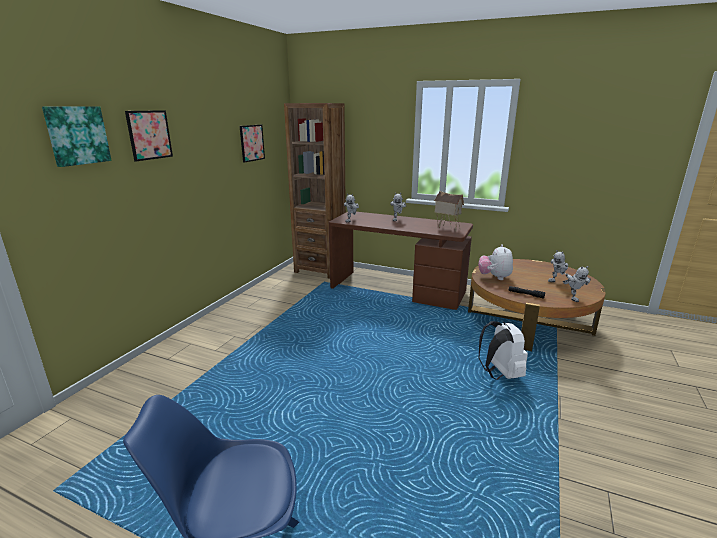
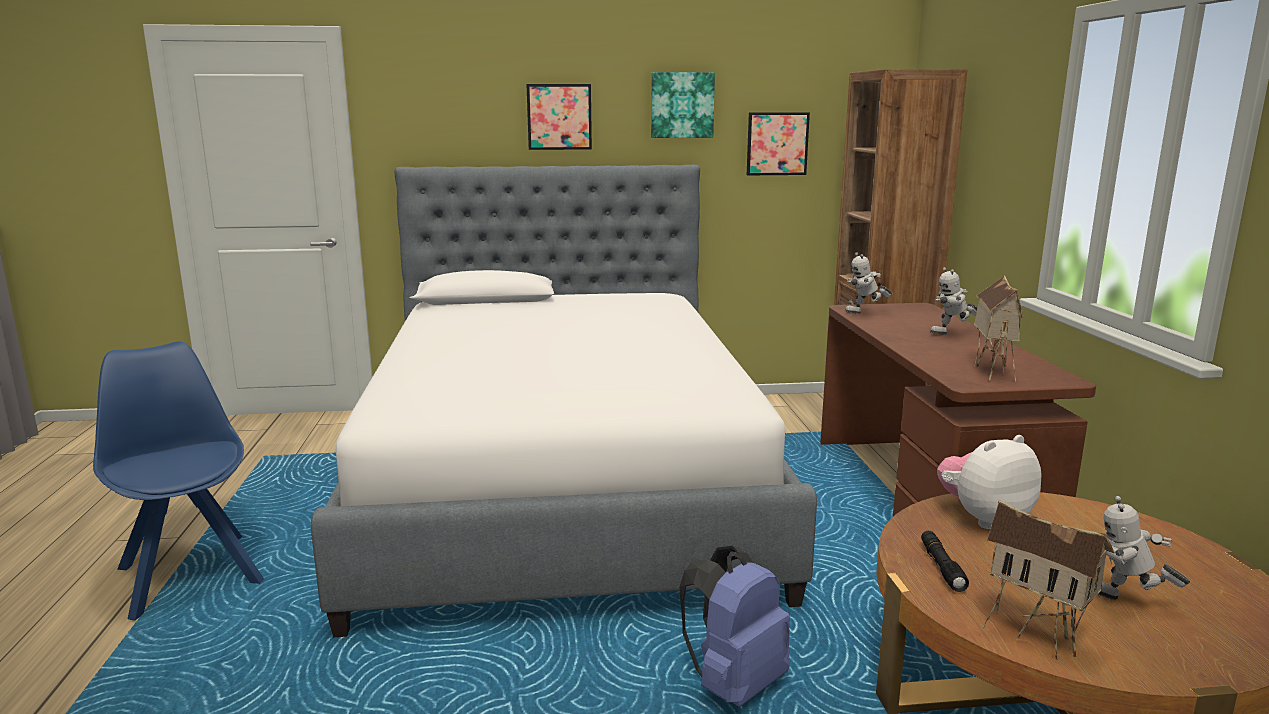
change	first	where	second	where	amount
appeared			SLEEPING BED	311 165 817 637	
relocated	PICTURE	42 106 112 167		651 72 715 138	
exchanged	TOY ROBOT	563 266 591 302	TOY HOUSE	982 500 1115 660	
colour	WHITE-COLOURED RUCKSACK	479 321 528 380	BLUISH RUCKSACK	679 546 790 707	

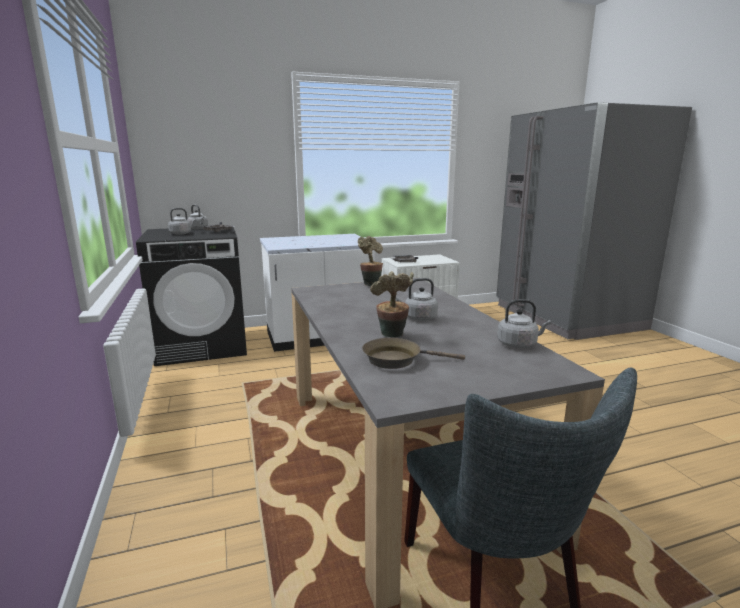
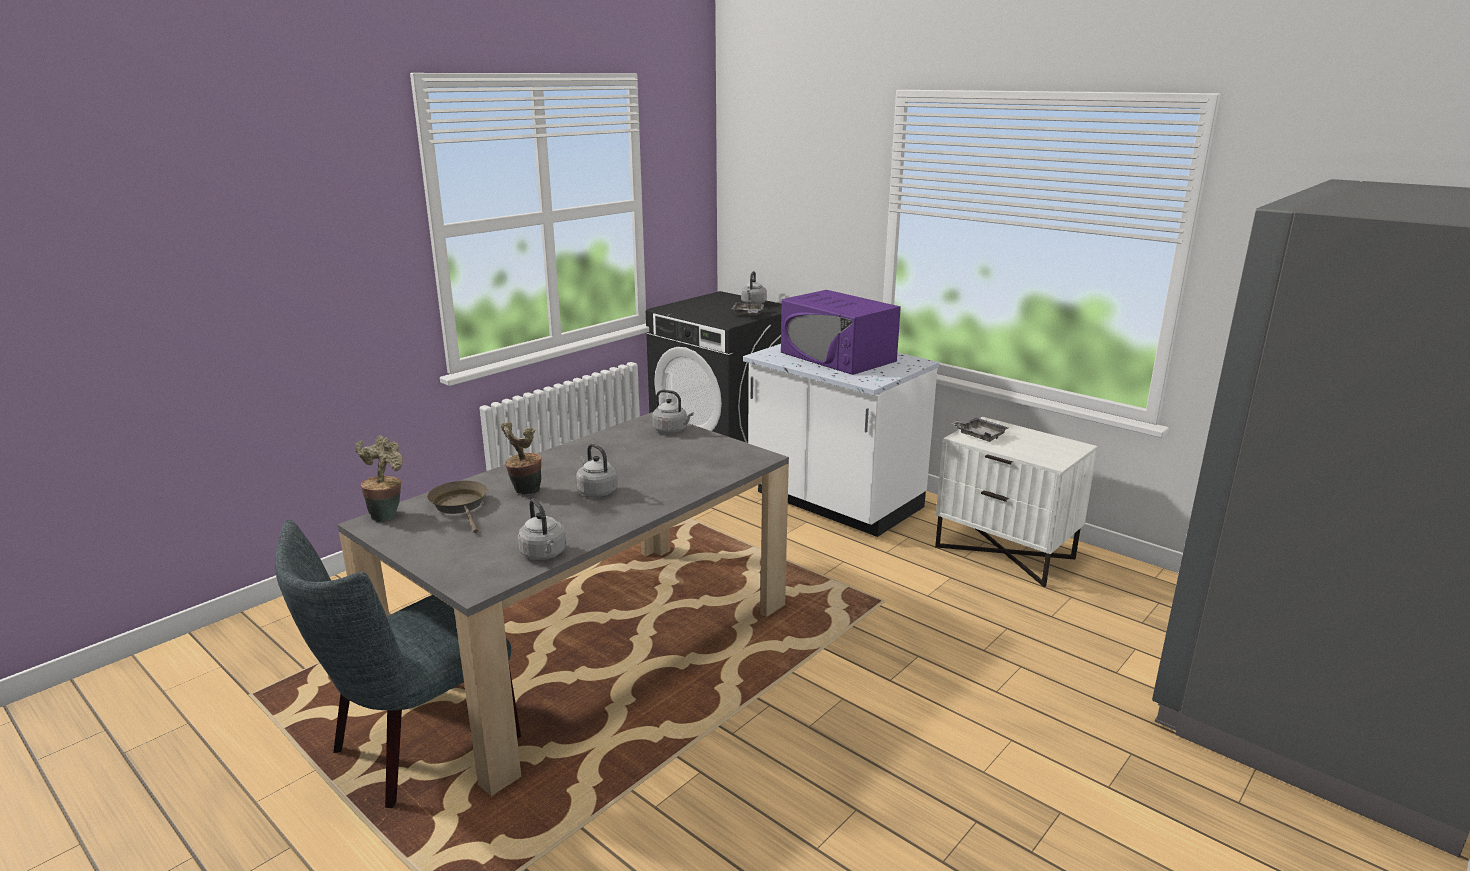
change	first	where	second	where	amount
appeared			PURPLE-COLOURED MICROWAVE	781 290 901 375	
relocated	GREYISH TEA KETTLE	168 208 196 235		652 390 694 433	
relocated	POTTED PLANT	358 236 383 287		356 435 403 522	

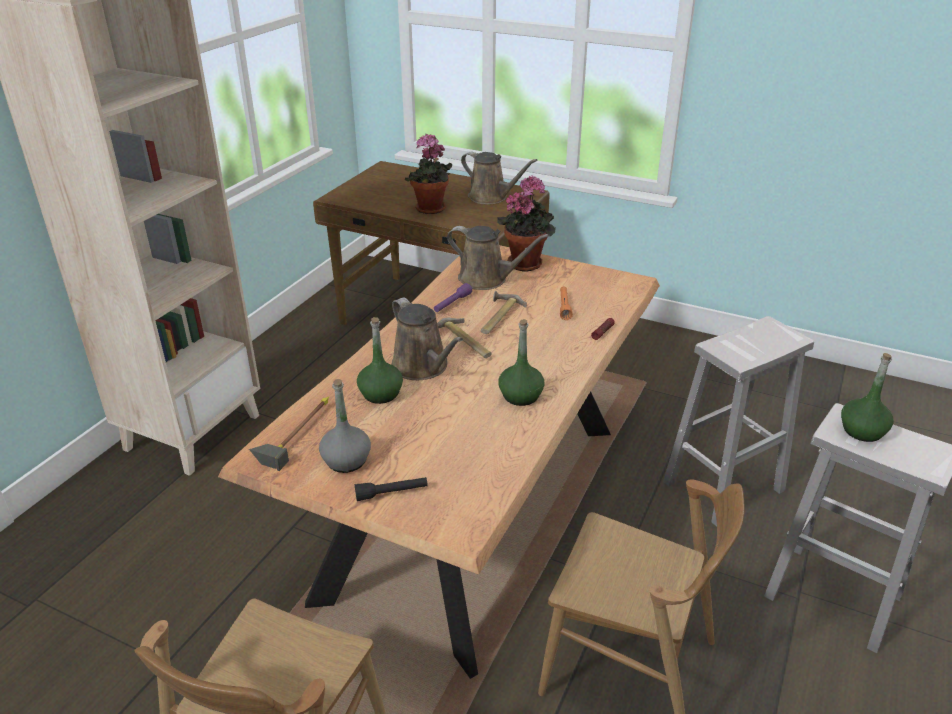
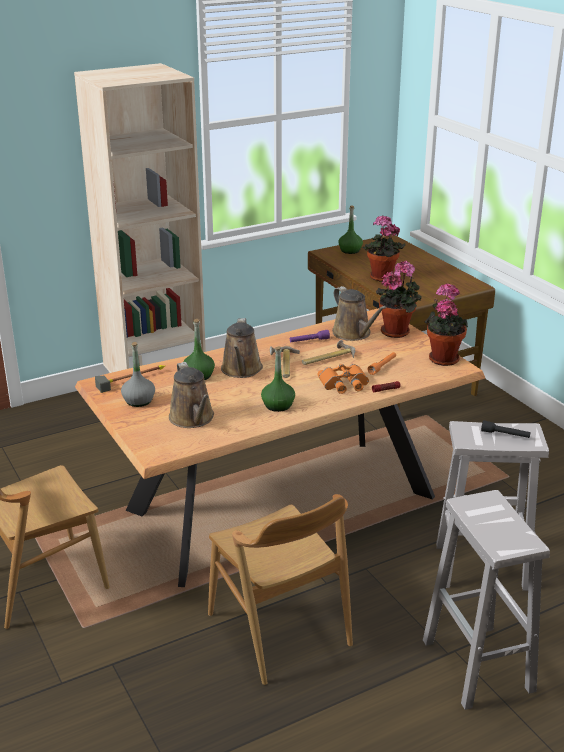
change	first	where	second	where	amount
appeared			ORANGEY BINOCULARS	317 364 369 394	
appeared			POTTED PLANT	425 283 468 366	
relocated	BLACK-COLOURED HAND TORCH	355 477 428 501		481 420 531 438	
relocated	BROWN-COLOURED SPRINKLING CAN	461 152 537 205		169 362 214 428	
relocated	GREEN BOTTLE	841 353 893 442		338 205 363 254	

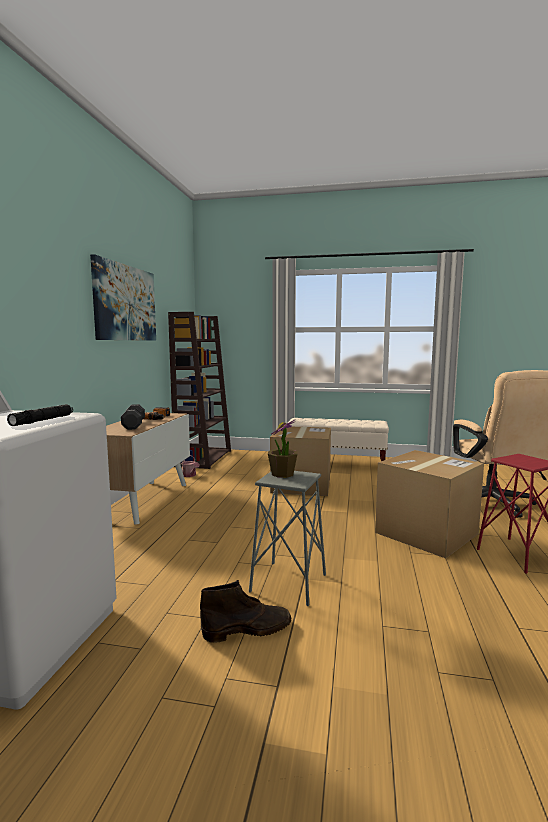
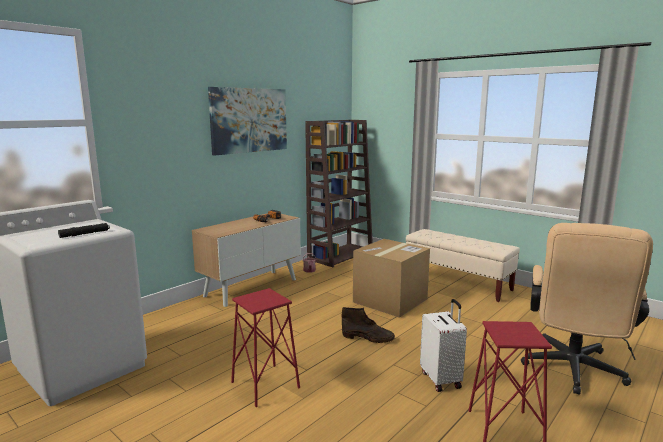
change	first	where	second	where	amount
missing	BLACK-COLOURED DUMBBELL	121 404 145 430			
missing	POTTED PLANT	268 419 298 478			
relocated	BROWN-COLOURED TALL BOOT	200 580 291 643		342 307 395 343	
exchanged	CARDBOARD BOX	375 450 484 558	WHITE-COLOURED SUITCASE	420 299 467 392	
colour	GREYISH STOOL	249 471 326 606	REDDISH STOOL	231 288 300 407	

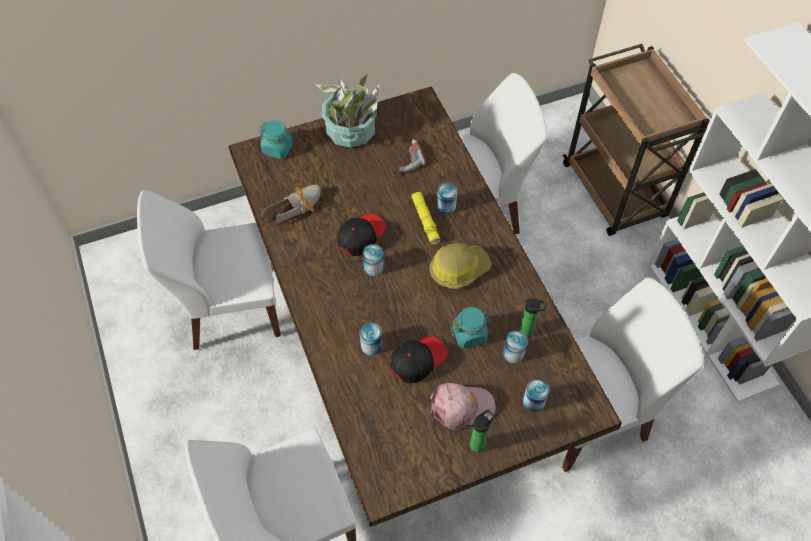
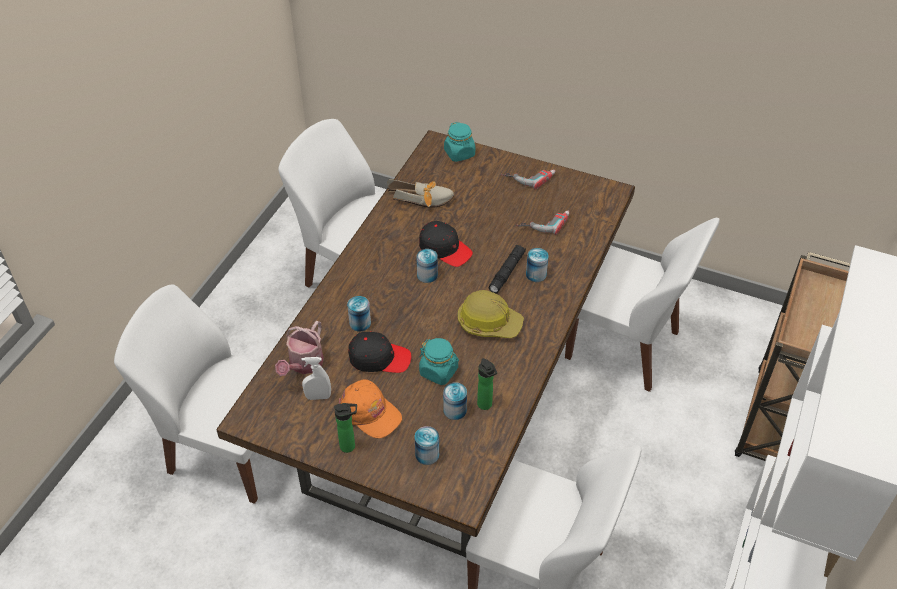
change	first	where	second	where	amount
appeared			SPRINKLING CAN	275 321 324 376	
appeared			WHITE-COLOURED SPRAYER	302 357 331 400	
exchanged	POTTED PLANT	315 75 379 148	DRILL	501 170 555 190	
colour	YELLOWISH HAND TORCH	411 191 440 244	BLACK-COLOURED HAND TORCH	488 245 526 293	
colour	PINKISH BASEBALL CAP	430 383 496 430	ORANGEY BASEBALL CAP	339 379 402 438	
spun	BLACK-COLOURED BASEBALL CAP	337 214 386 256		419 221 473 267	45 degrees clockwise

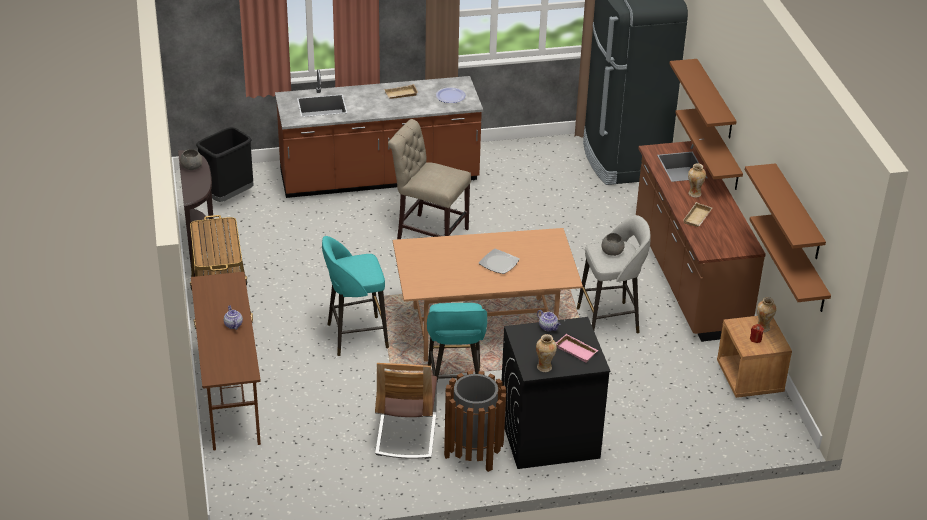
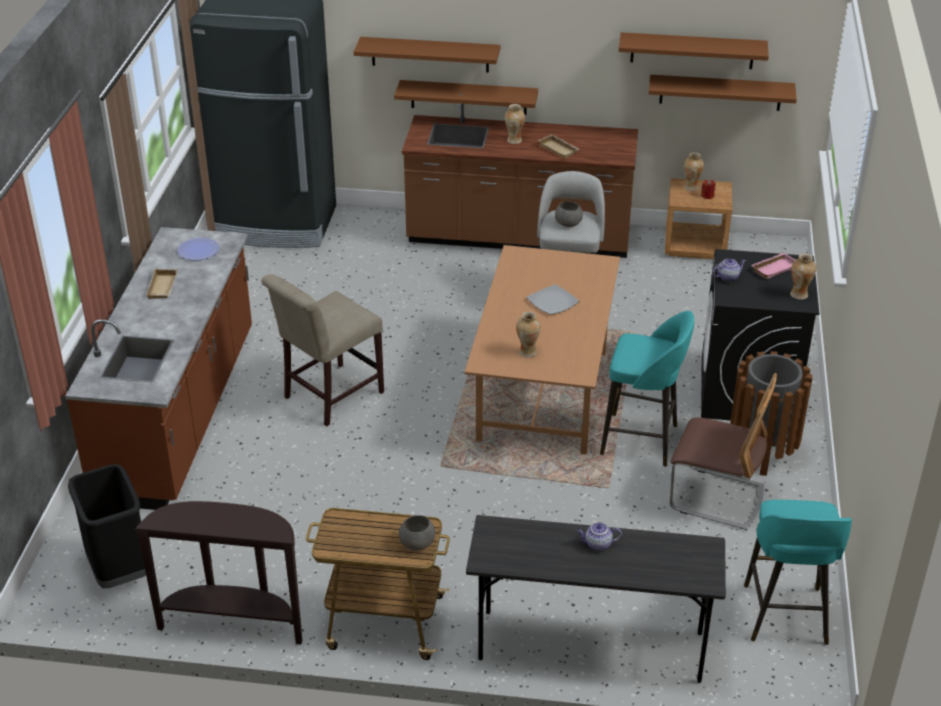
change	first	where	second	where	amount
appeared			DECORATIVE VASE	516 311 541 358	
relocated	GREYISH DEEP DISH	180 149 203 170		399 515 435 551	
relocated	TURQUOISE-COLOURED STOOL	322 236 389 356		744 500 852 645	
colour	BROWN-COLOURED DESK TABLE	191 272 261 451	GREYISH DESK TABLE	466 515 726 683	

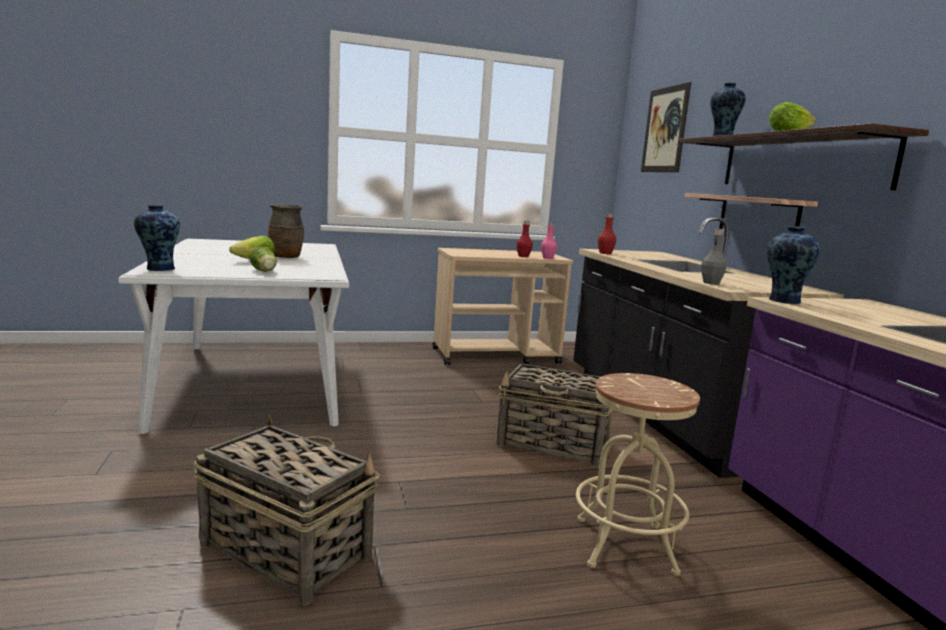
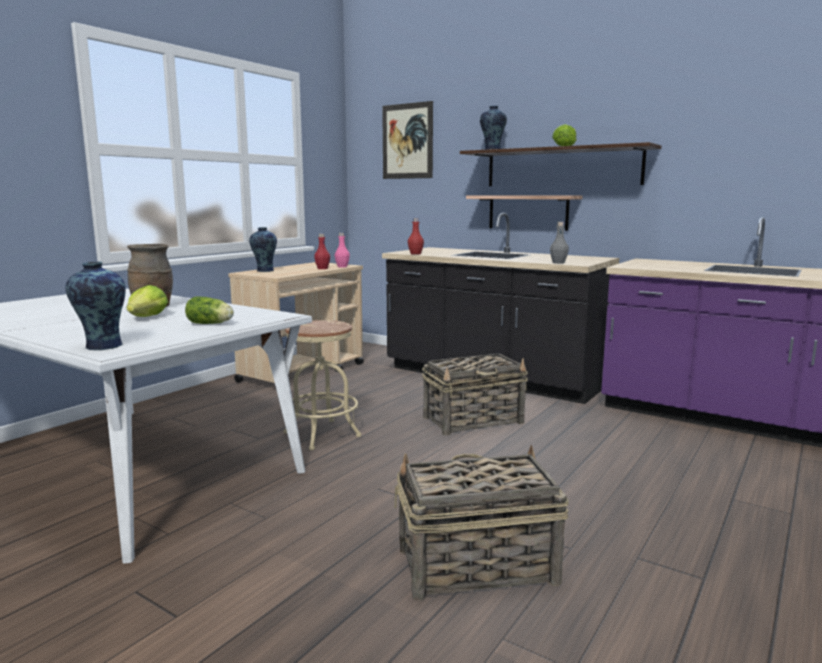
change	first	where	second	where	amount
relocated	SAND-COLOURED STOOL	576 373 700 576		284 320 361 450	
relocated	DECORATIVE VASE	767 226 820 304		249 227 277 272	

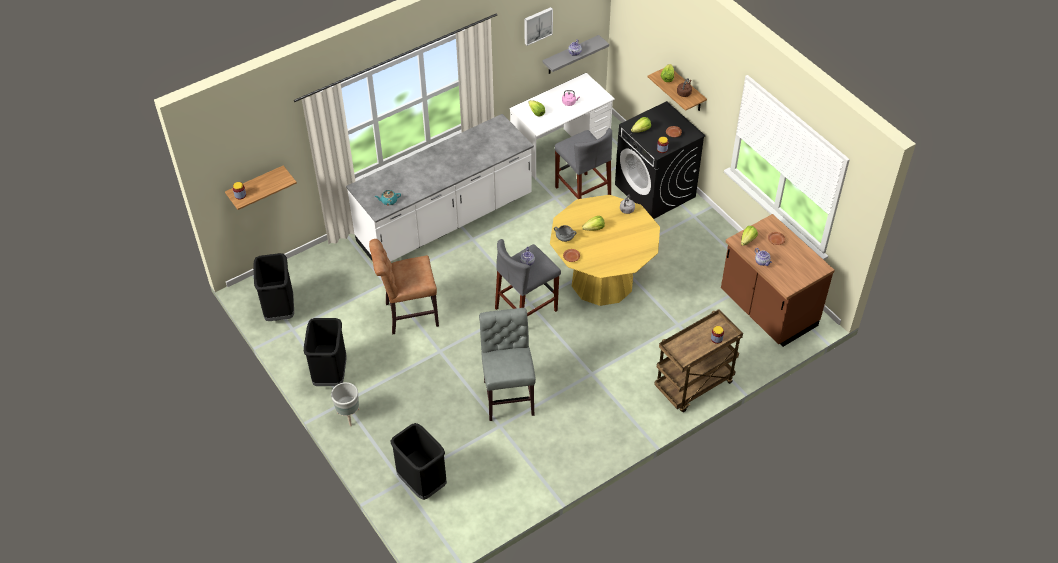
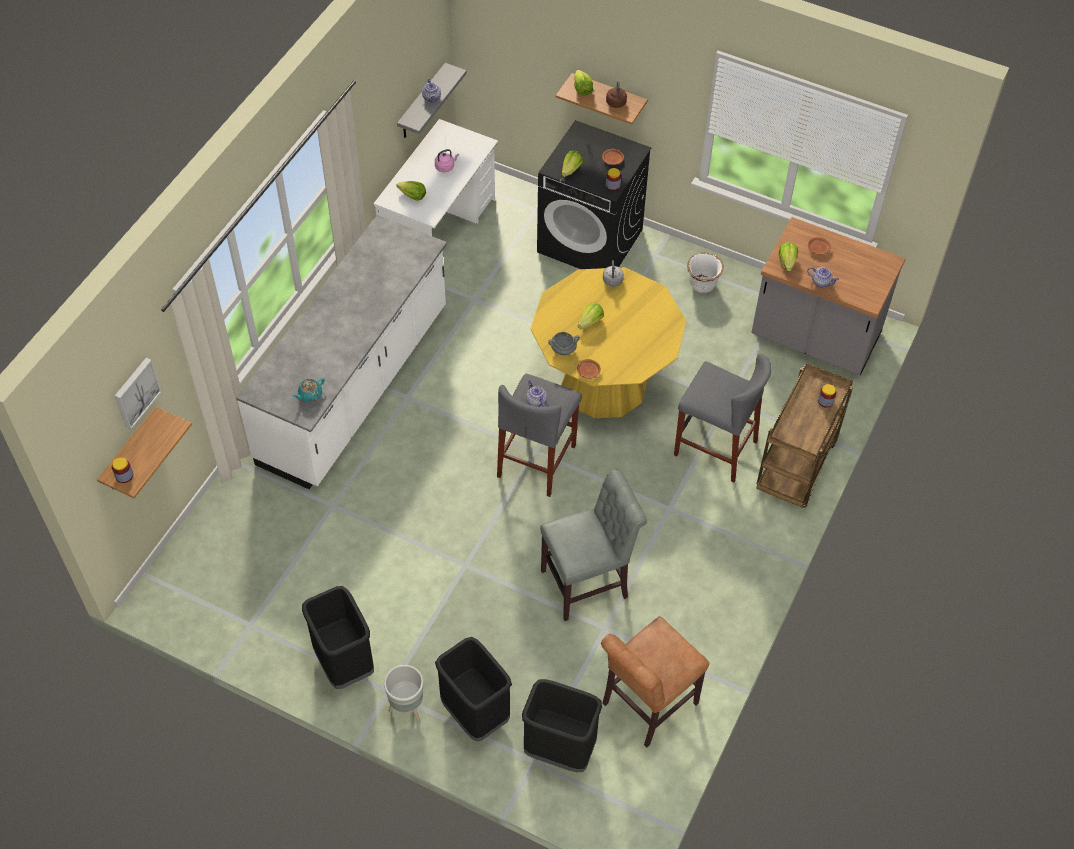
change	first	where	second	where	amount
appeared			WHITE-COLOURED PLANTER	687 253 724 293	
relocated	BLACK-COLOURED TRASH CAN	253 253 294 321		435 637 512 742	
relocated	BROWN-COLOURED CHAIR	369 239 439 335		601 616 709 747	
relocated	PICTURE	524 7 553 46		115 358 162 429	
relocated	GREYISH STOOL	555 128 612 199		674 354 771 483	
colour	BROWN-COLOURED KITCHEN BASE UNIT	721 214 835 347	GREYISH KITCHEN BASE UNIT	751 217 906 375	
spun	GREYISH CHAIR	479 308 536 421		540 470 647 621	105 degrees clockwise

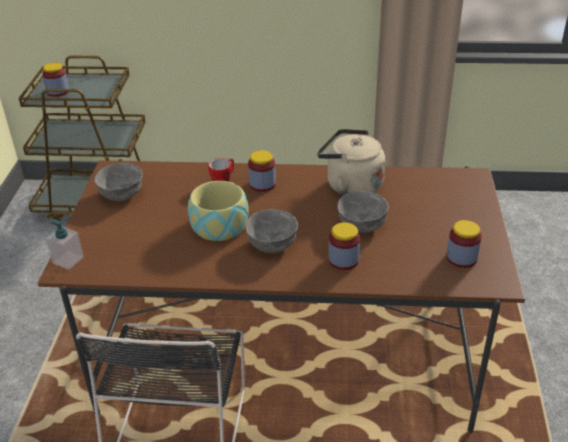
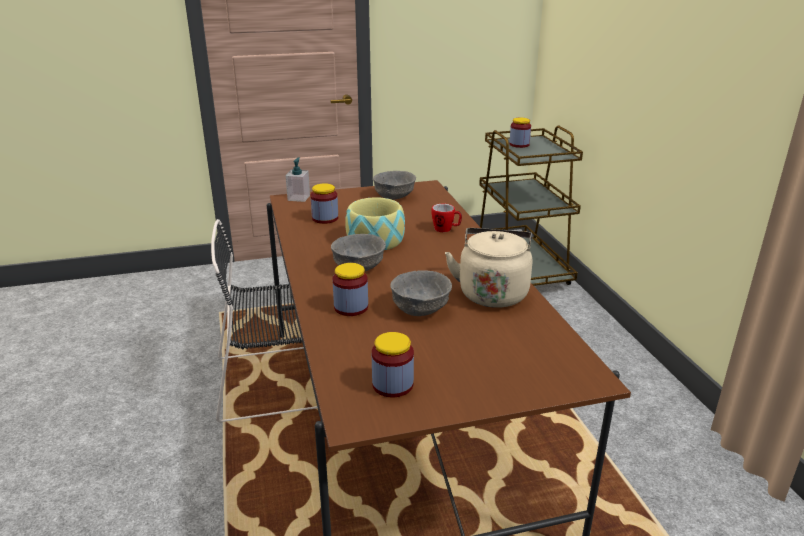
change	first	where	second	where	amount
relocated	STORAGE JAR	248 150 276 192		311 183 338 224	

